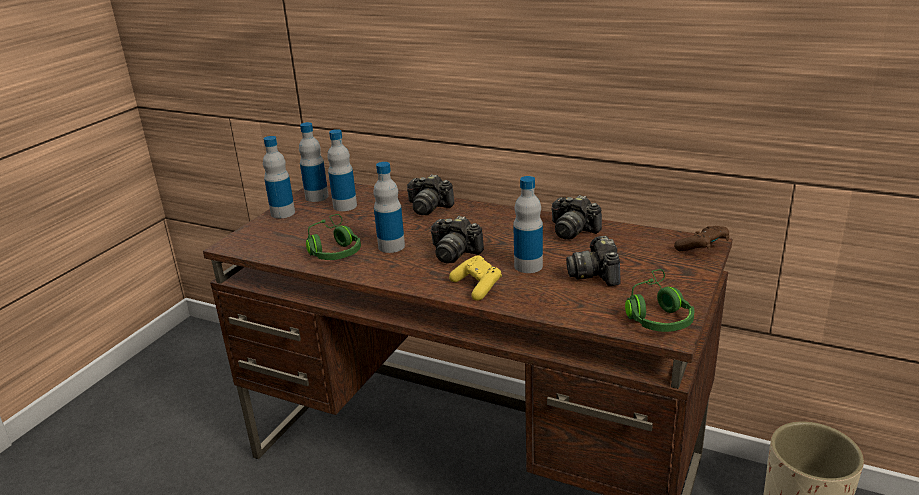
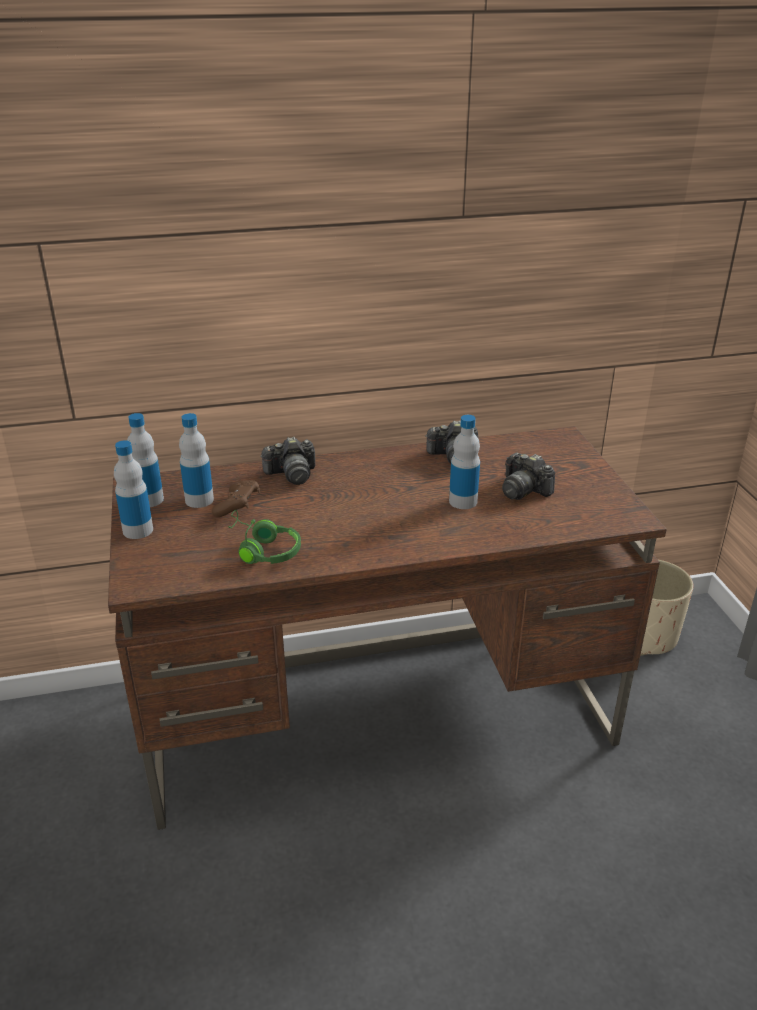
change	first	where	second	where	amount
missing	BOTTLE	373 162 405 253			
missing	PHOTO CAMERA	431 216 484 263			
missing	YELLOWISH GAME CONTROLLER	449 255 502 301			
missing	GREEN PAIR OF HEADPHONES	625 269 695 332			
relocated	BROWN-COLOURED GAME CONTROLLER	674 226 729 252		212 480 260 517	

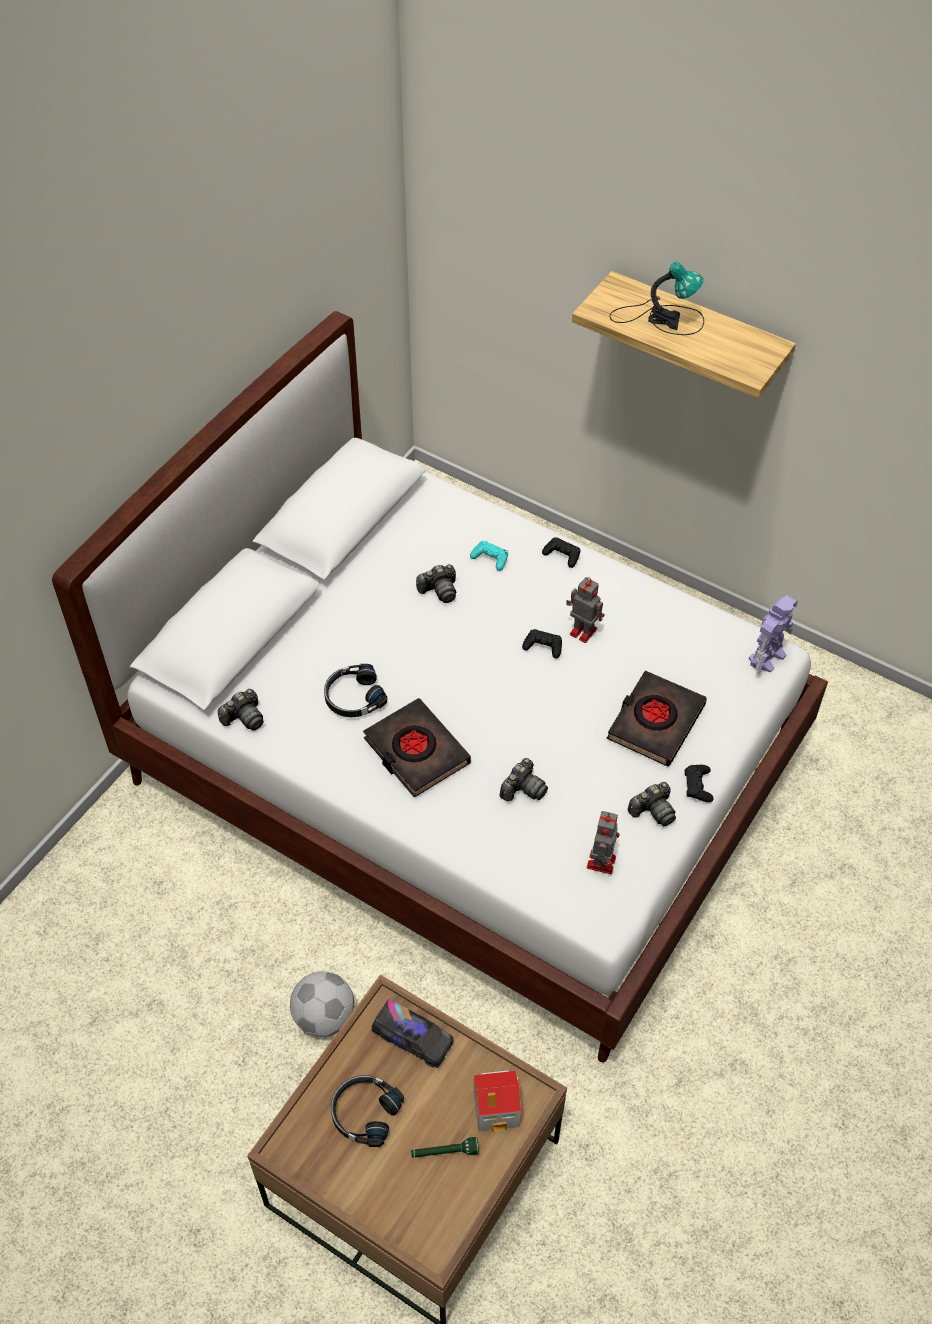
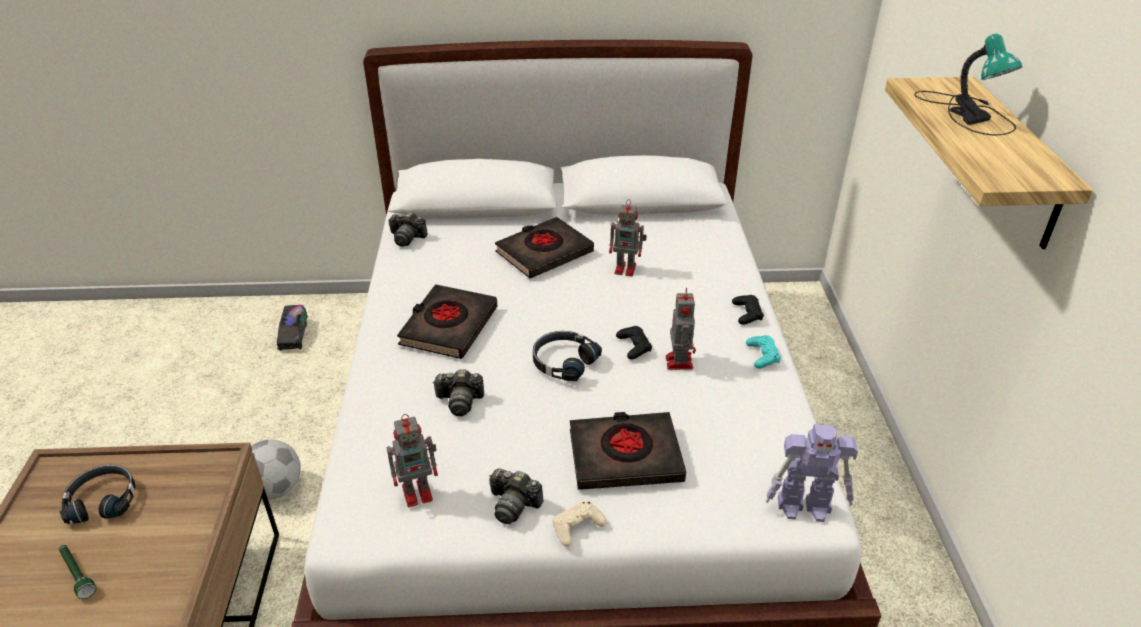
change	first	where	second	where	amount
missing	TOY HOUSE	474 1071 521 1132			
appeared			BLACK-COLOURED VOLUME	495 217 594 278	
relocated	BLACK-COLOURED PAIR OF HEADPHONES	324 664 387 717		533 331 602 381	
relocated	MODEL TRUCK	371 999 454 1068		277 305 308 350	
relocated	TURQUOISE-COLOURED GAME CONTROLLER	470 541 508 571		746 335 781 368	
exchanged	PHOTO CAMERA	416 564 456 603	TOY ROBOT	609 199 647 276	
colour	BLACK-COLOURED GAME CONTROLLER	684 765 714 802	SAND-COLOURED GAME CONTROLLER	553 501 607 547	

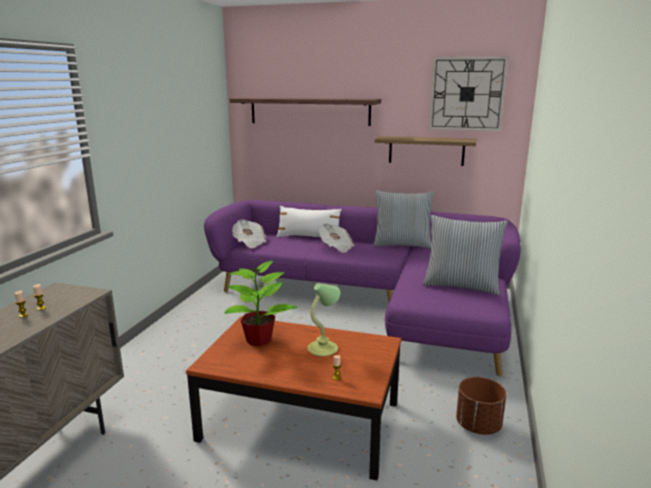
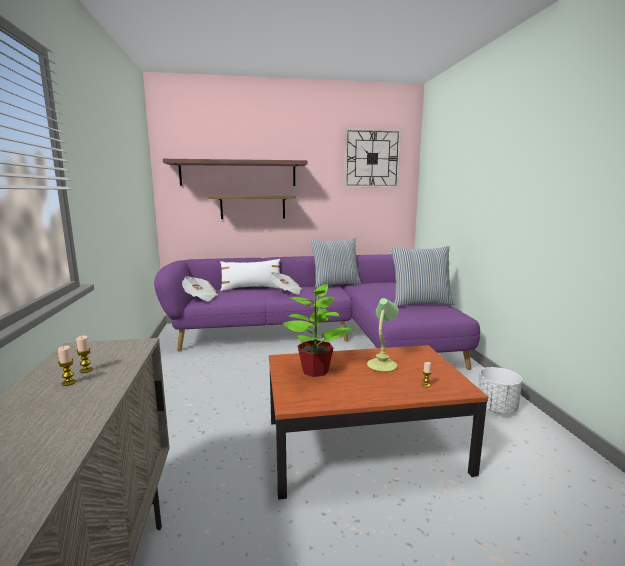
change	first	where	second	where	amount
relocated	SHELF	375 136 476 166		208 195 296 219	
colour	BROWN-COLOURED PLANTER	456 377 506 435	WHITE-COLOURED PLANTER	478 367 522 414	

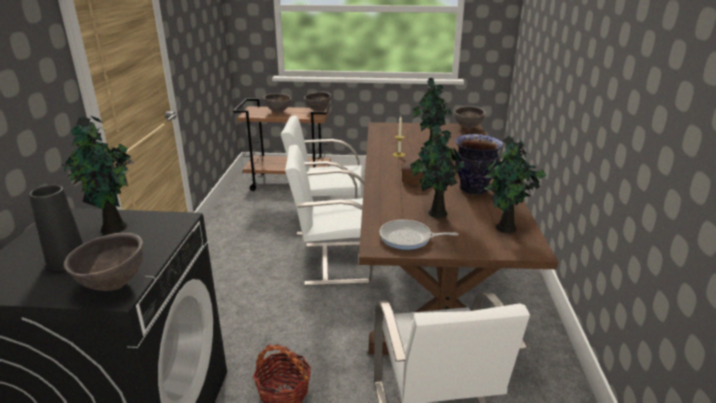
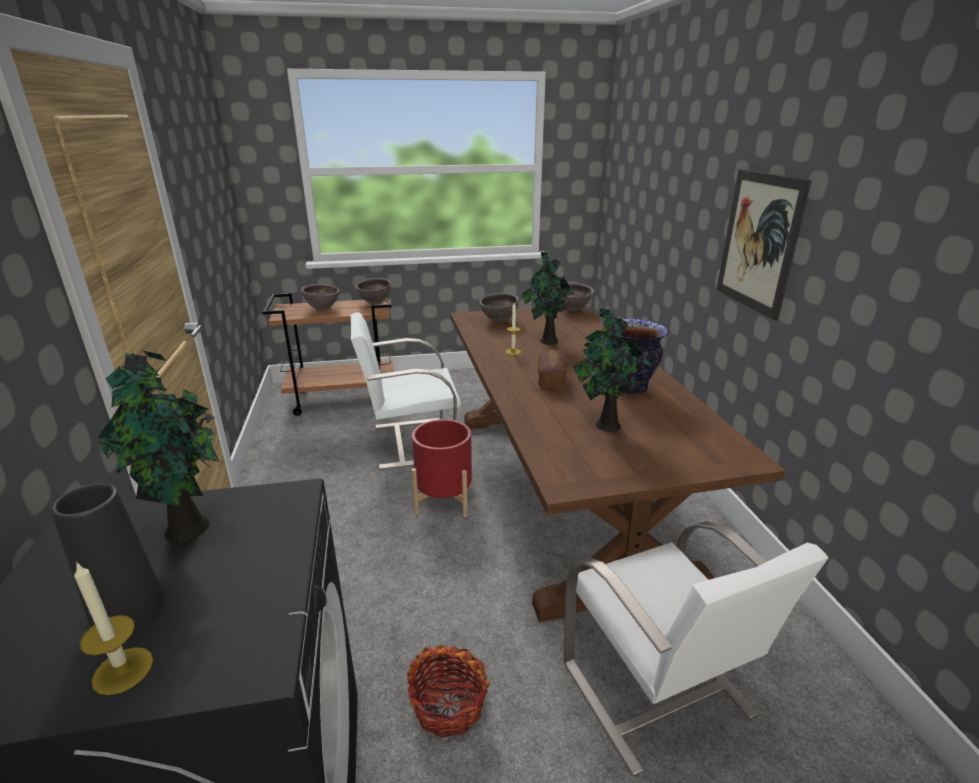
change	first	where	second	where	amount
missing	PAN	380 220 459 250			
missing	POTTED PLANT	484 136 546 233			
appeared			CANDLE	74 562 153 695	
appeared			PICTURE	716 169 812 321	
relocated	BROWN-COLOURED DEEP DISH	64 233 144 291		479 293 519 322	
exchanged	WHITE-COLOURED CHAIR	285 145 373 286	REDDISH PLANTER	411 419 472 517	

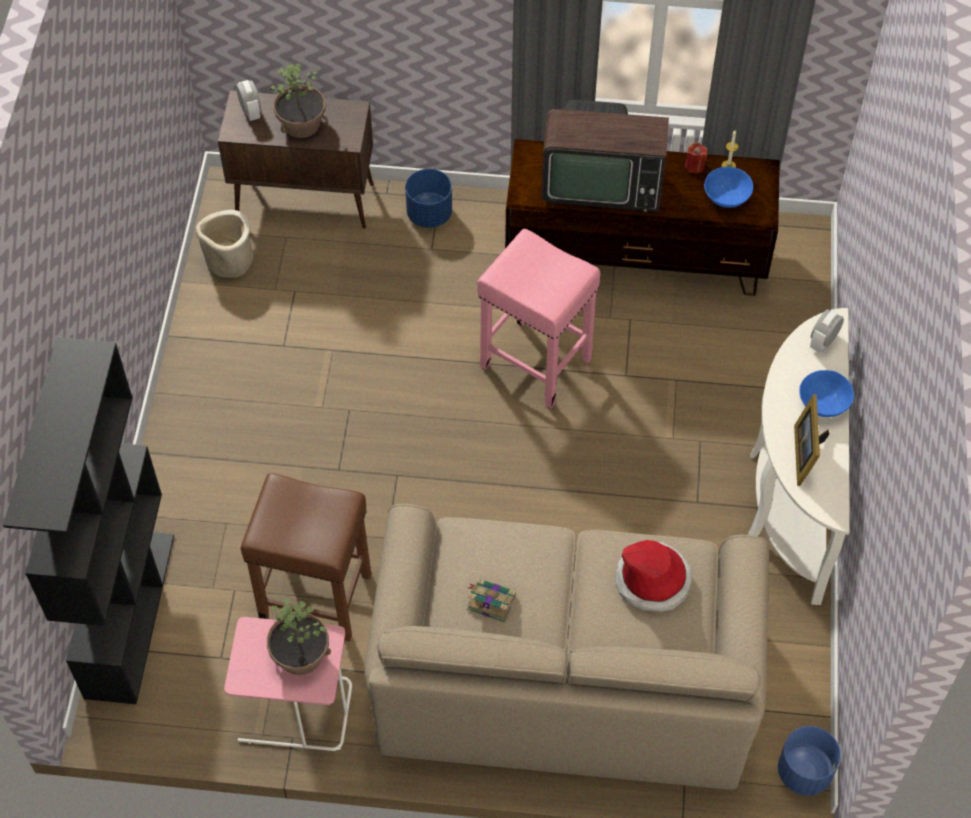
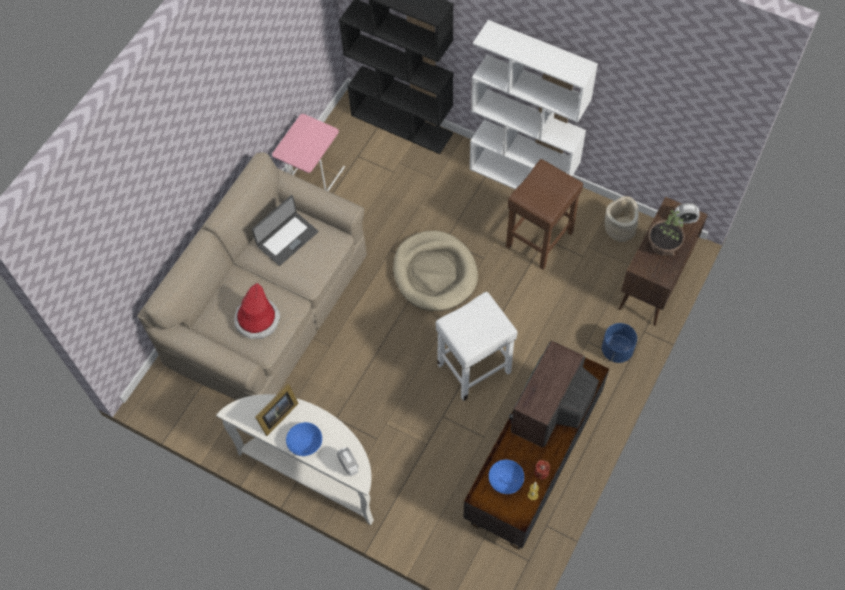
change	first	where	second	where	amount
missing	POTTED PLANT	267 599 331 675			
missing	BLUISH PLANTER	778 726 841 796			
appeared			SAND-COLOURED DOG CUSHION	393 231 478 311	
appeared			WHITE-COLOURED BOOKSHELF	470 20 598 189	
relocated	BROWN-COLOURED STOOL	241 473 371 642		506 159 583 270	
exchanged	VOLUME	467 579 516 623	PORTABLE COMPUTER	252 195 319 266	
colour	PINKISH STOOL	477 229 600 408	WHITE-COLOURED STOOL	436 292 518 401	
spun	PICTURE FRAME	794 394 829 486		255 384 299 436	105 degrees clockwise

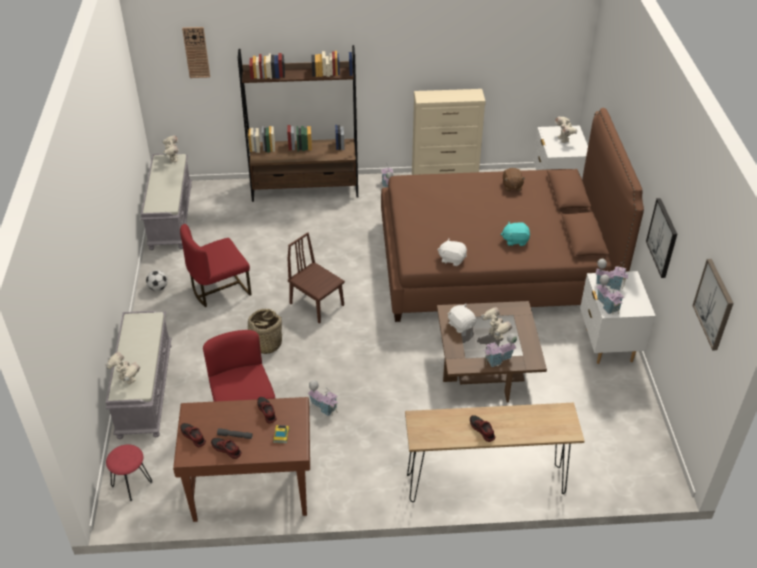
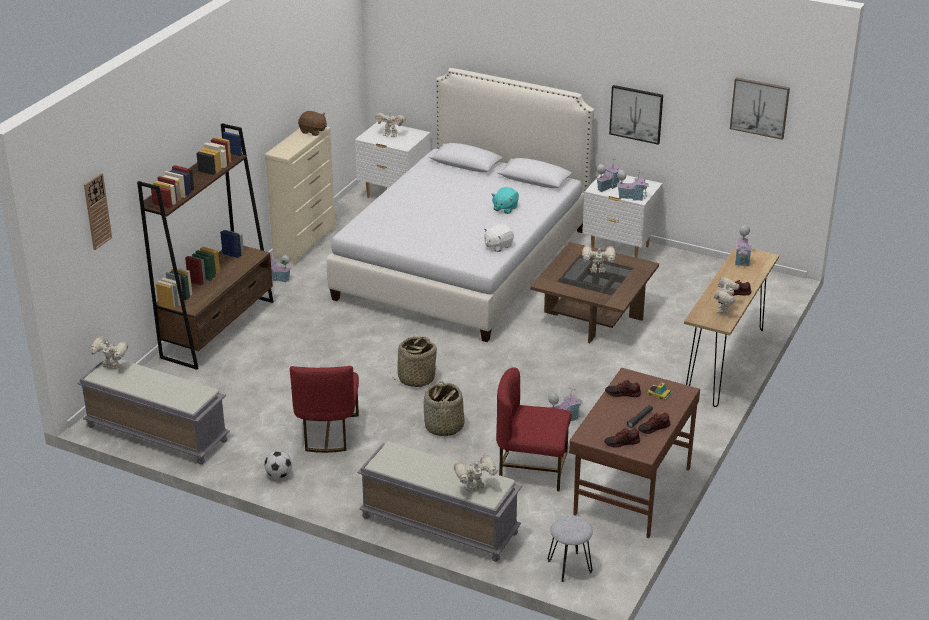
change	first	where	second	where	amount
missing	WHITE-COLOURED PLUSH TOY	448 304 476 333			
appeared			TOY ROBOT	714 277 739 314	
relocated	TOY HOUSE	484 333 517 367		735 225 752 268	
relocated	BROWN-COLOURED PLUSH TOY	503 168 525 191		298 111 327 136	
exchanged	BROWN-COLOURED CHAIR	288 232 345 324	BASKET	390 337 438 387	
colour	REDDISH STOOL	106 445 152 501	GREYISH STOOL	548 516 593 582	
colour	BROWN-COLOURED SLEEPING BED	381 108 644 322	WHITE-COLOURED SLEEPING BED	327 68 594 342	

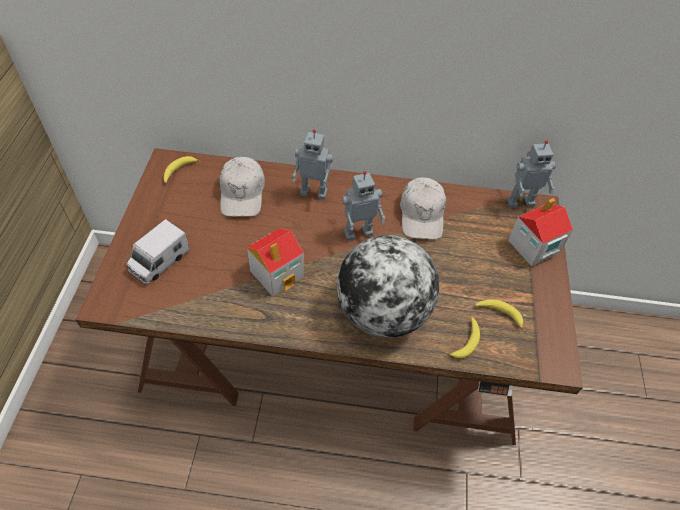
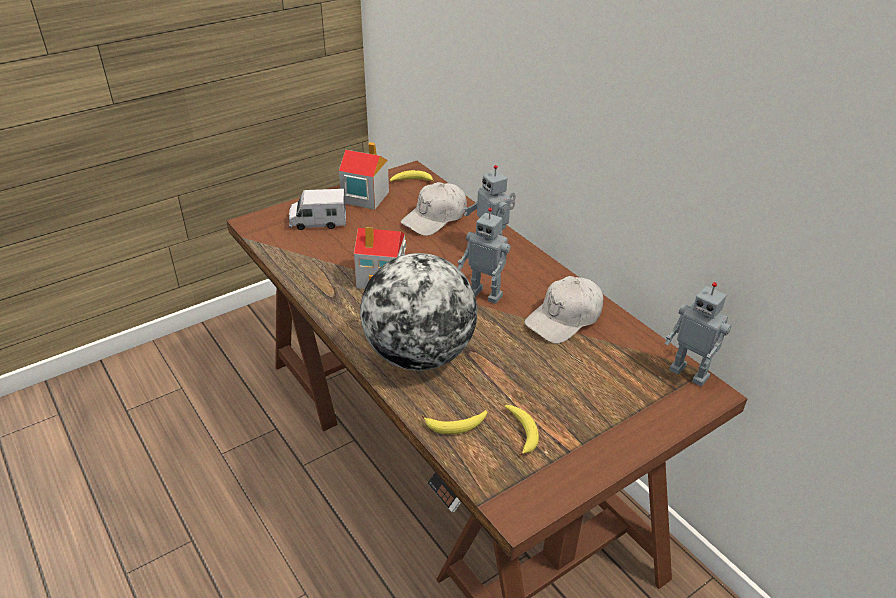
change	first	where	second	where	amount
relocated	TOY HOUSE	508 198 573 267		339 142 389 210	

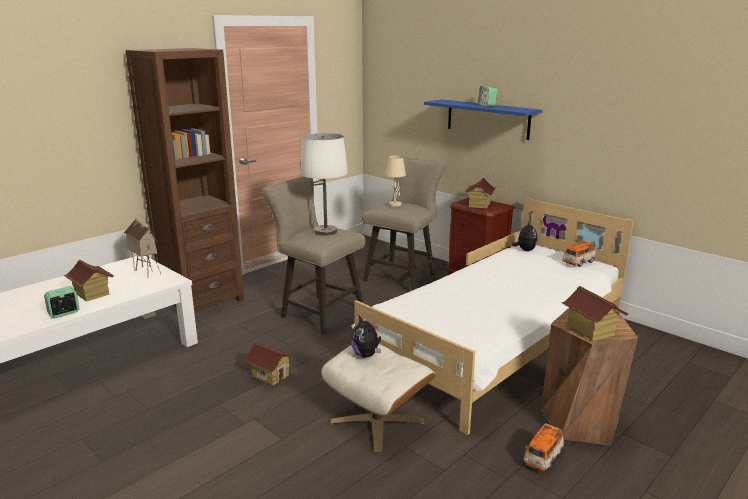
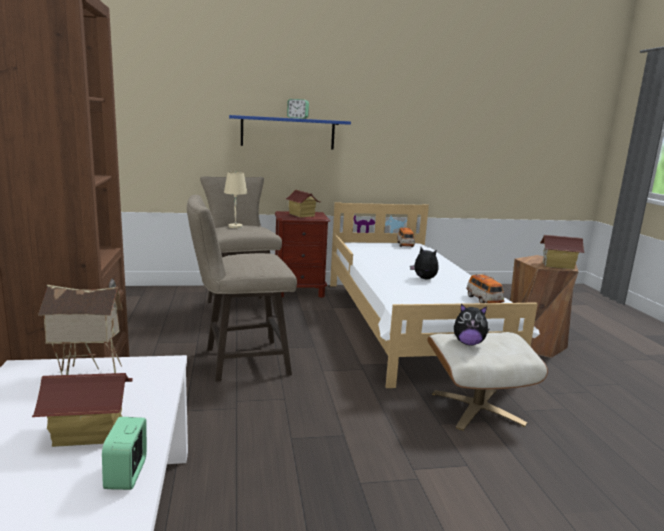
change	first	where	second	where	amount
missing	TOY HOUSE	243 343 296 386			
missing	WHITE-COLOURED TABLETOP LAMP	300 133 348 236			
relocated	PLUSH TOY	512 222 537 251		410 247 439 279	
relocated	TOY CAR	523 424 564 471		466 273 504 303	

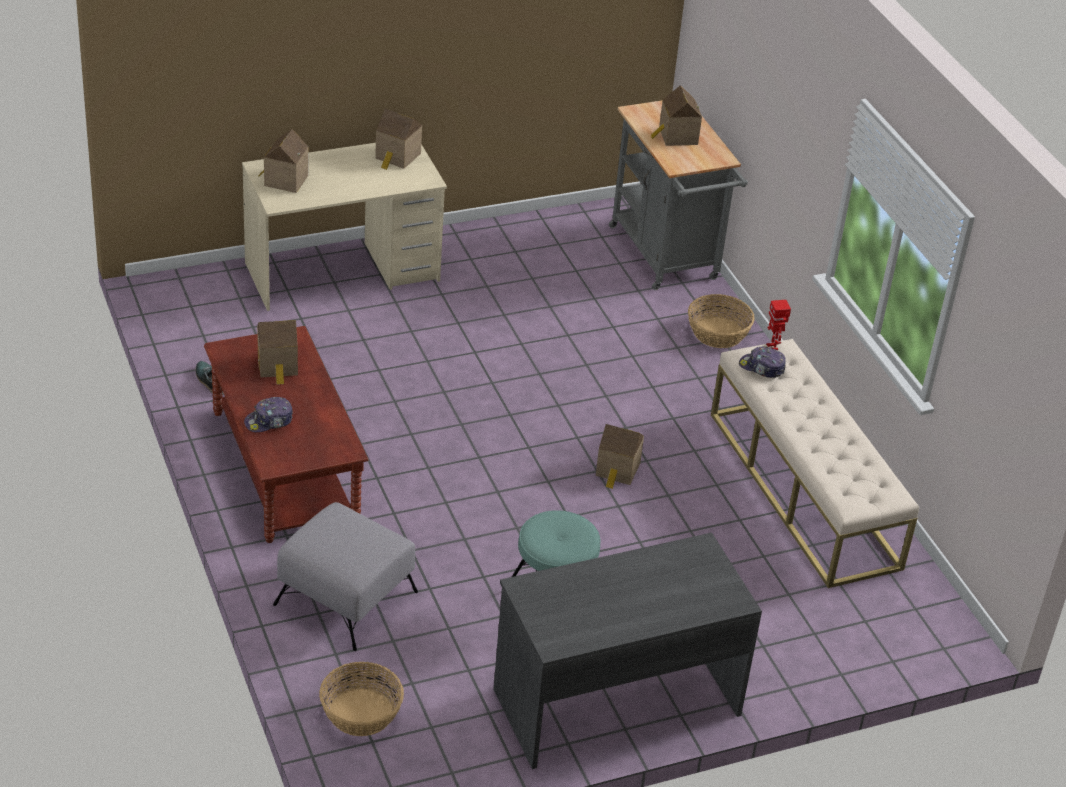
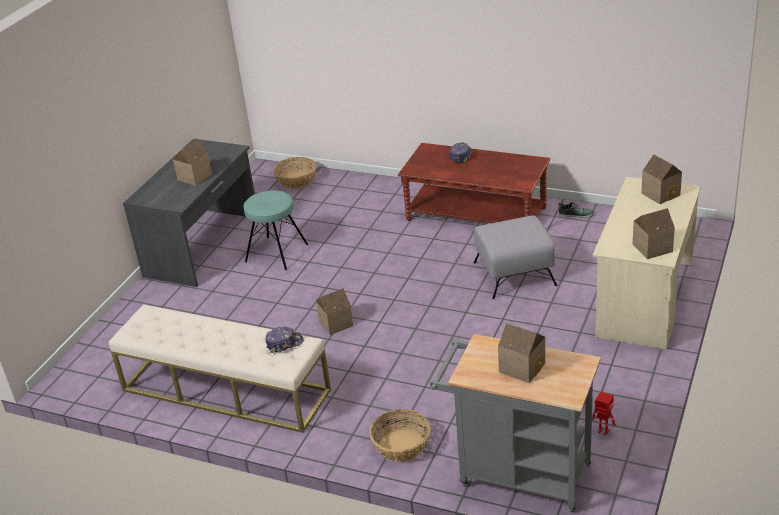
change	first	where	second	where	amount
relocated	TOY HOUSE	257 320 298 385		173 140 212 186	
relocated	GREYISH OTTOMAN	273 502 418 651		474 215 557 299	
relocated	TOY ROBOT	766 300 791 350		593 392 616 435	

